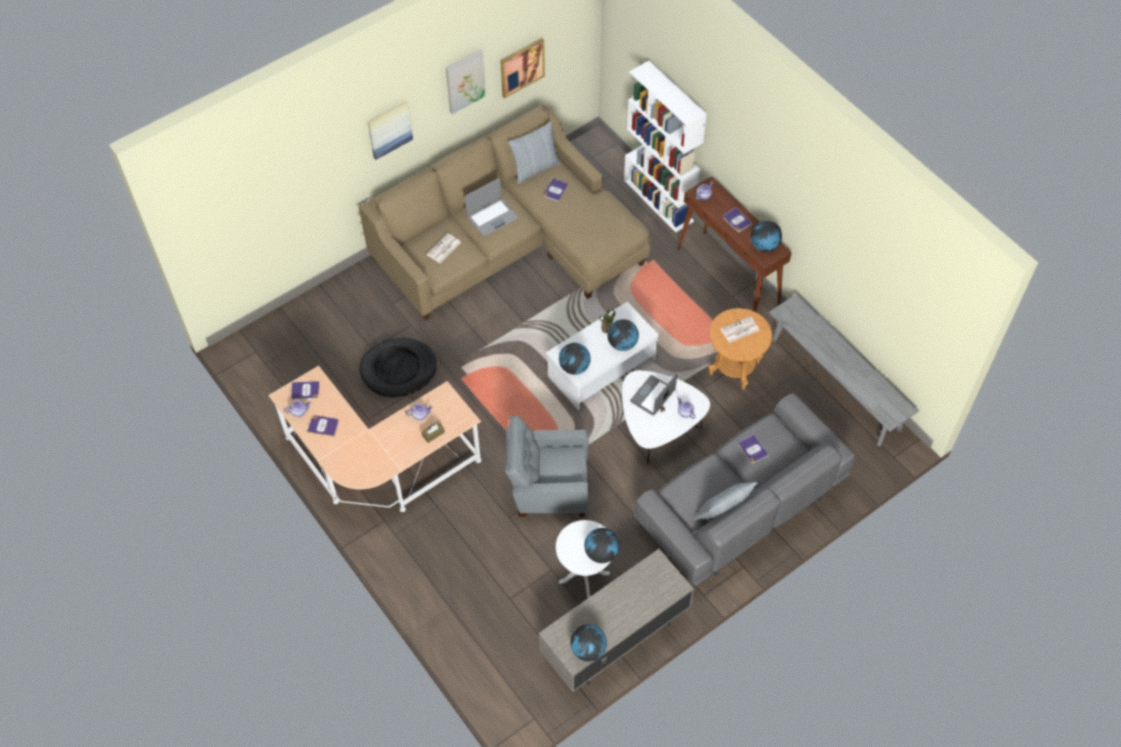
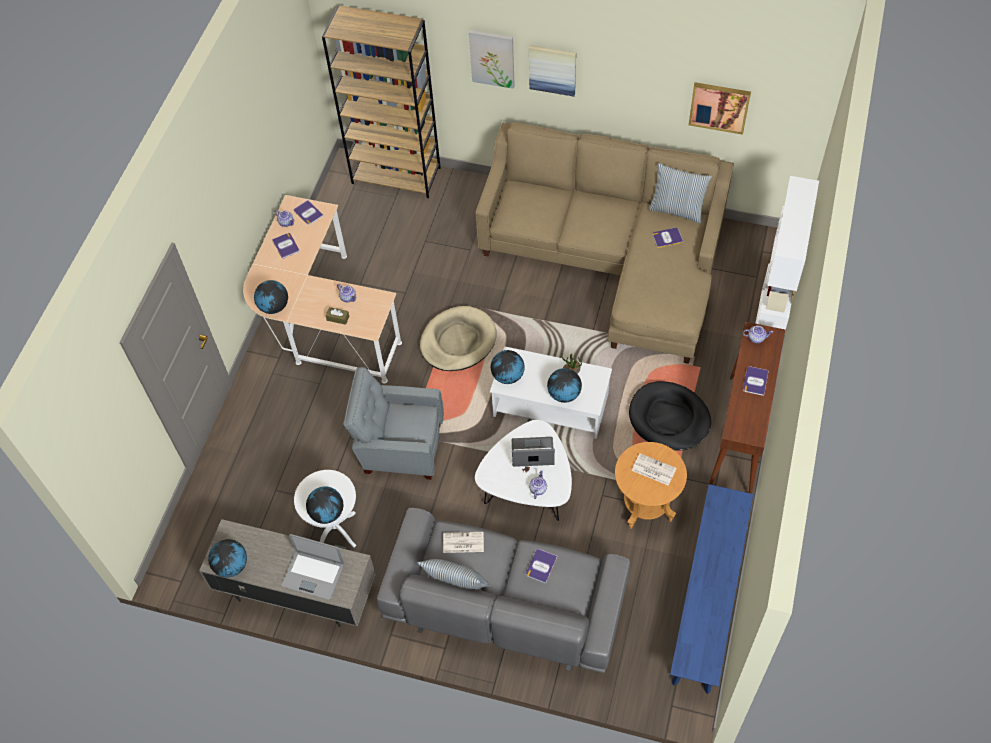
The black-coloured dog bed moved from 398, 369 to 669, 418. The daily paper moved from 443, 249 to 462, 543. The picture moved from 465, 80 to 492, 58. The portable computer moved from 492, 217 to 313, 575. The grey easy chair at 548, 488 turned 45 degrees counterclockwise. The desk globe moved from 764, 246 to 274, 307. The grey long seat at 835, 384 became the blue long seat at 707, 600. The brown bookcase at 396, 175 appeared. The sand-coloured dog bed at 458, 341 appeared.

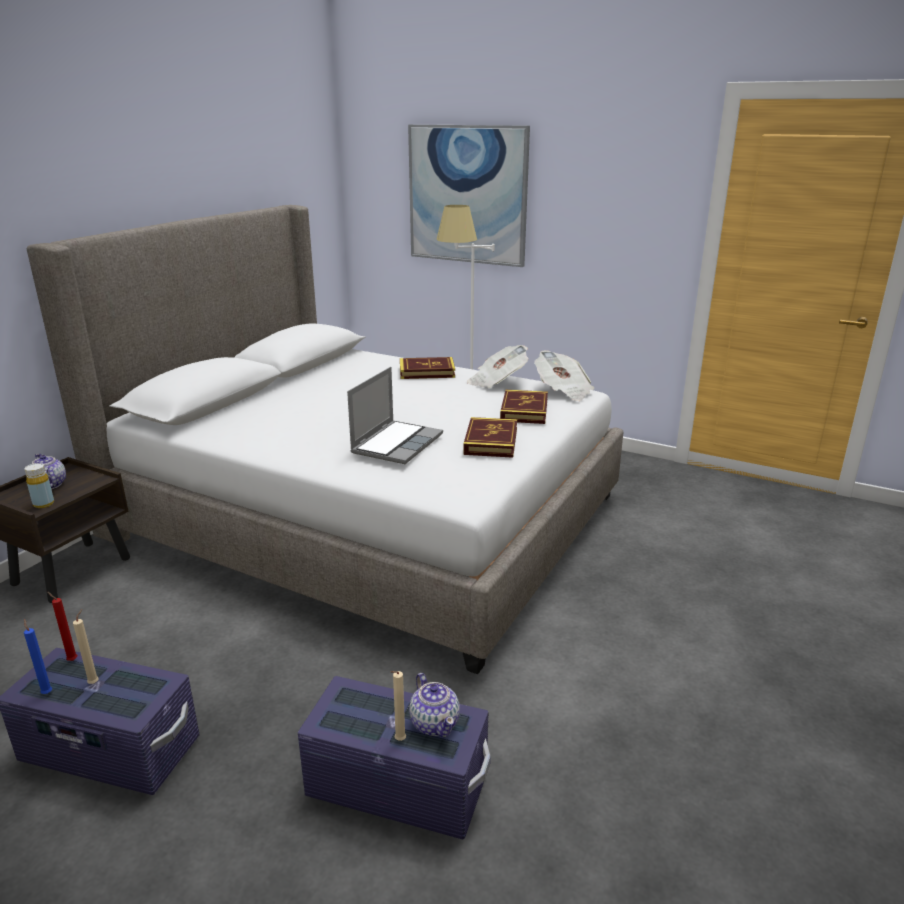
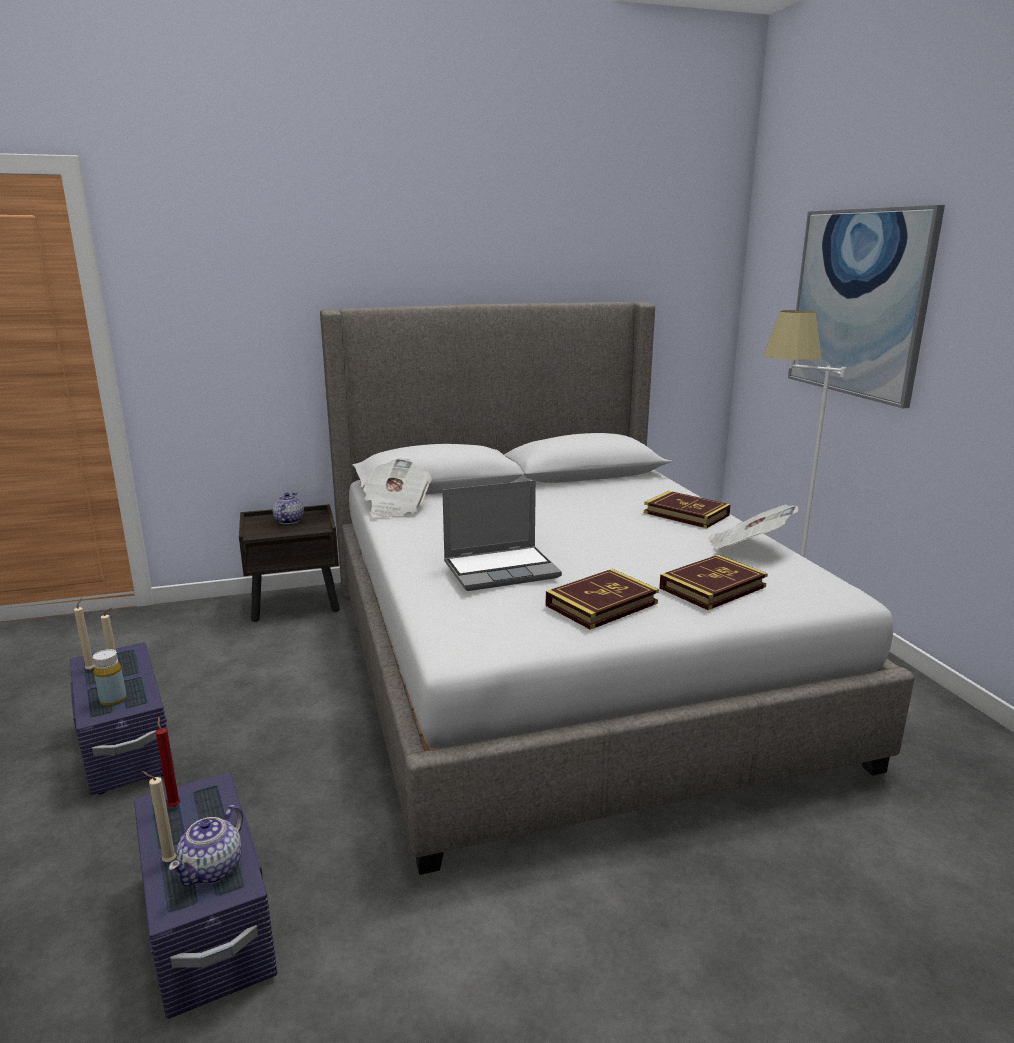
The blue wax candle at 47, 692 became the sand-coloured wax candle at 91, 669. The yellow-coloured beverage bottle moved from 43, 504 to 113, 700. The red wax candle moved from 71, 660 to 174, 805. The daily paper moved from 563, 391 to 395, 507.

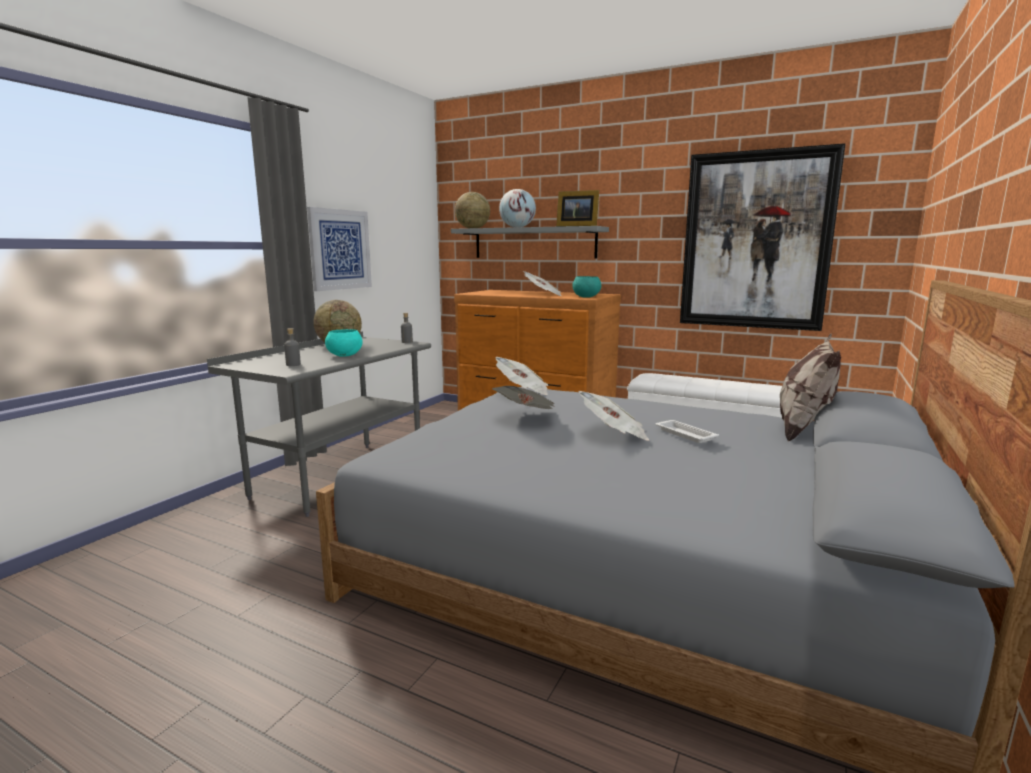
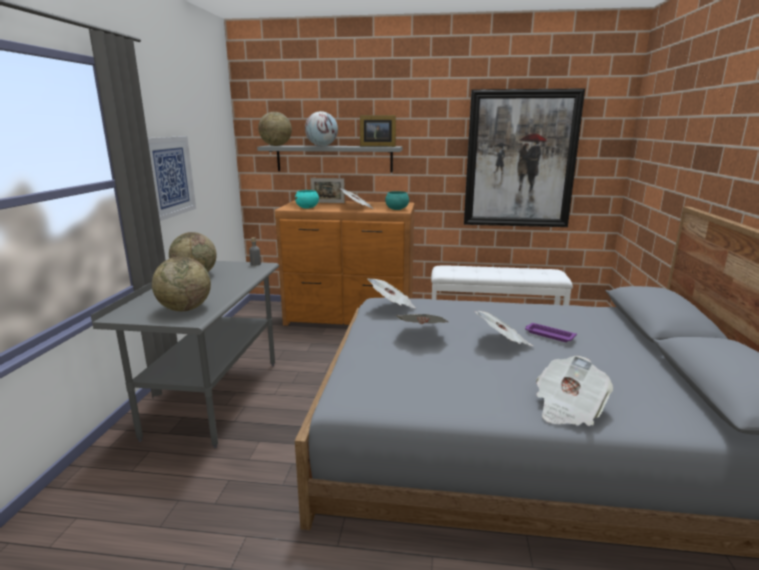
The grey beverage bottle at 293, 365 was replaced by the desk globe at 185, 309. The turquoise-coloured serving bowl moved from 345, 355 to 307, 208. The white-coloured carrying tray at 684, 434 became the purplish carrying tray at 548, 335. The cushion at 803, 429 disappeared. The photo frame at 328, 202 appeared. The daily paper at 568, 408 appeared.

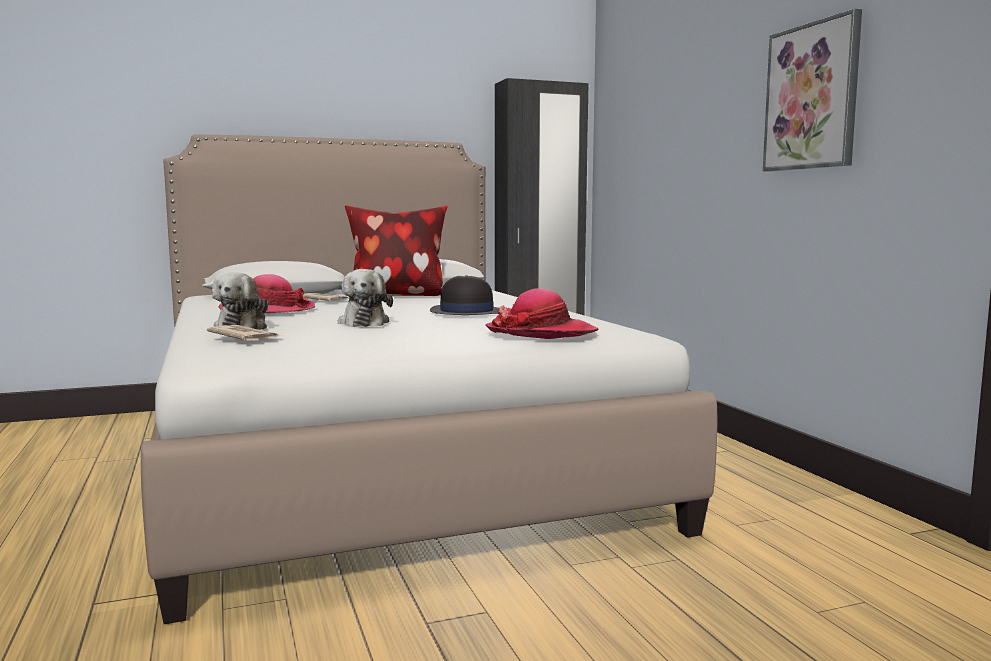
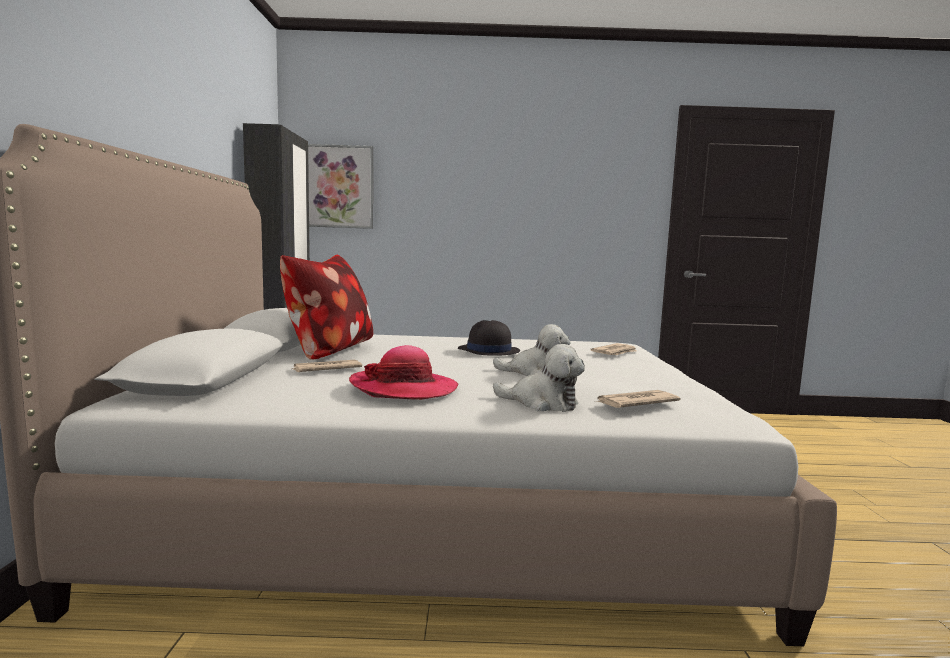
The hat at 541, 333 was replaced by the daily paper at 615, 352. The picture moved from 812, 97 to 340, 187.

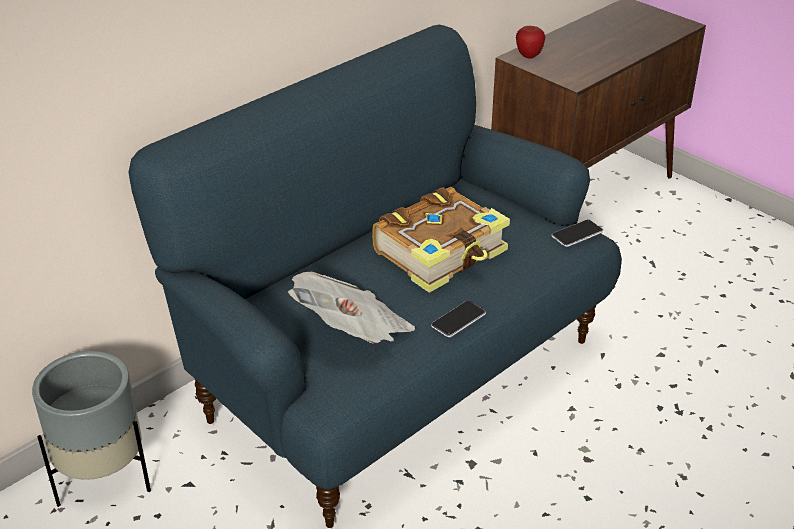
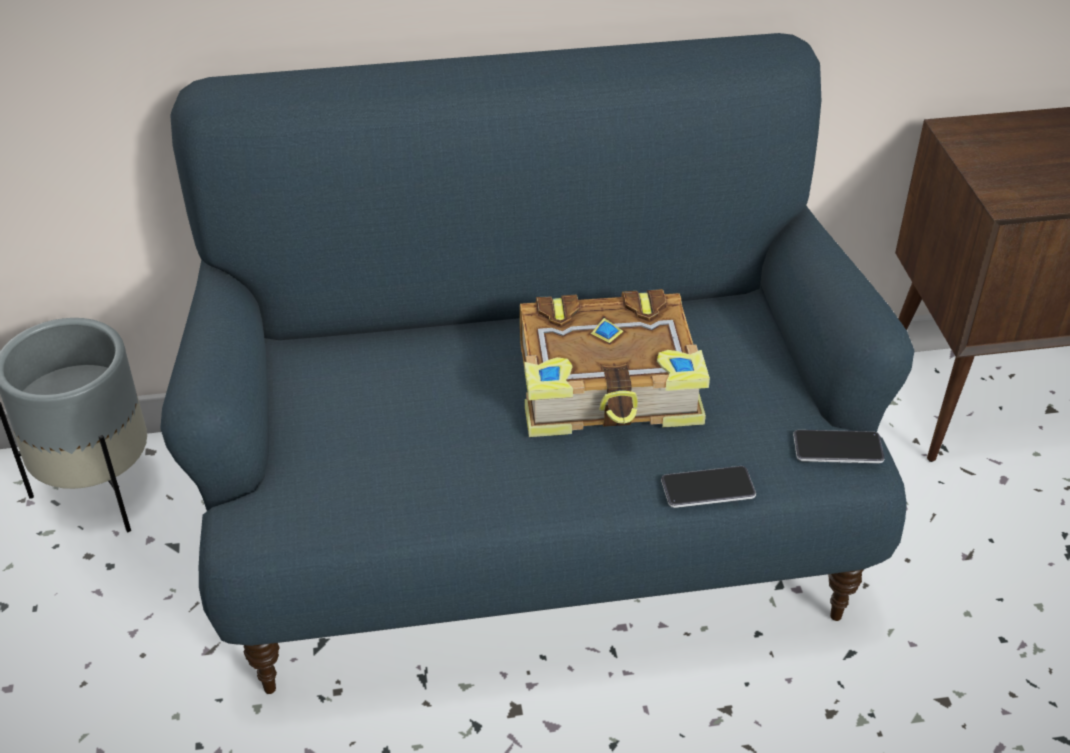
The daily paper at 353, 333 disappeared. The phone moved from 458, 320 to 707, 488. The apple at 529, 56 disappeared.

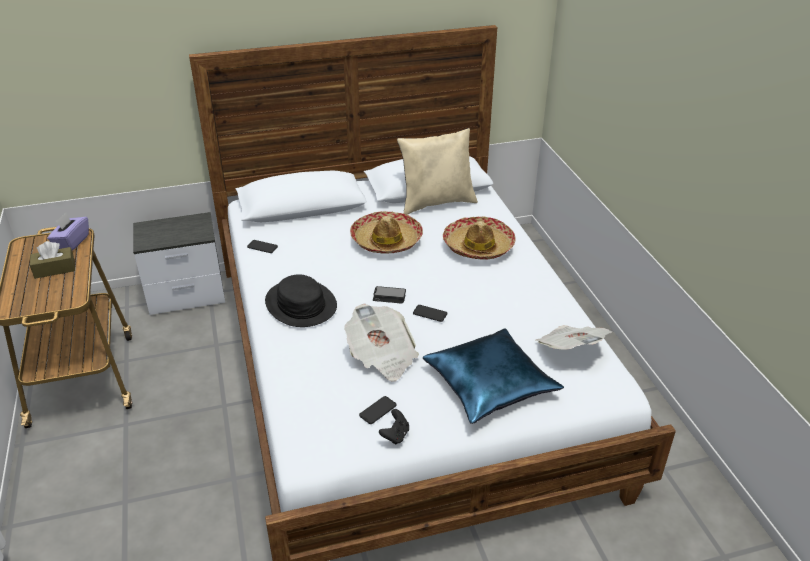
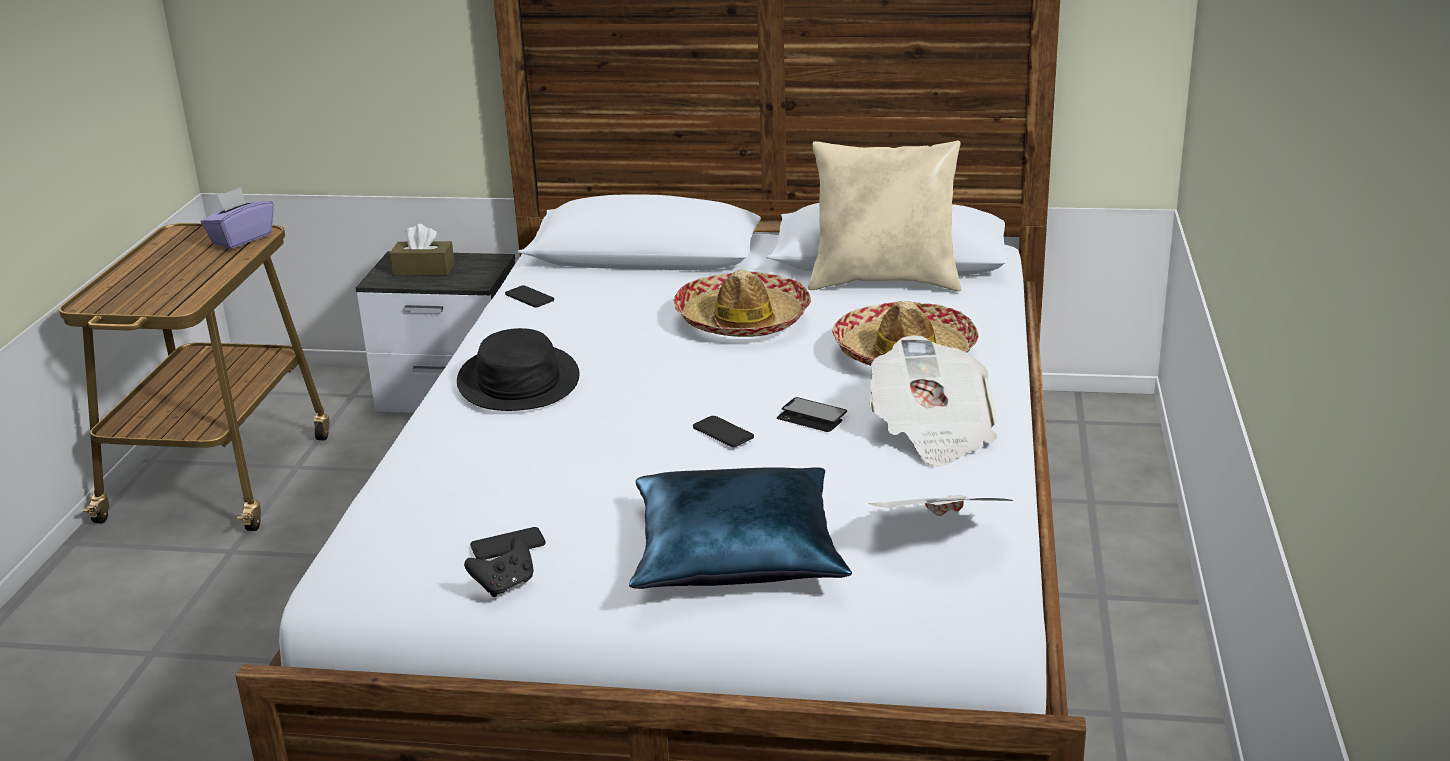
The brown tissue holder moved from 54, 269 to 423, 269. The daily paper moved from 382, 356 to 932, 433. The phone moved from 389, 296 to 812, 417.

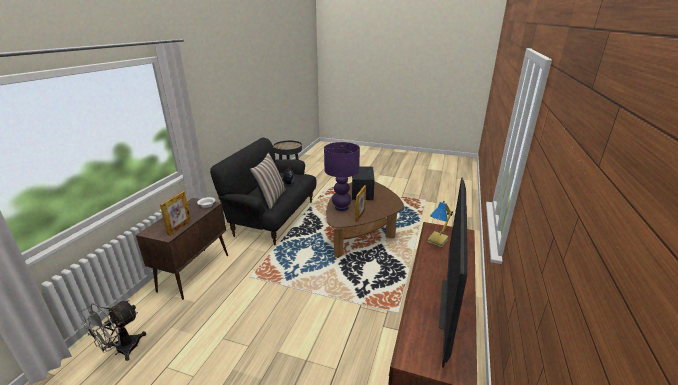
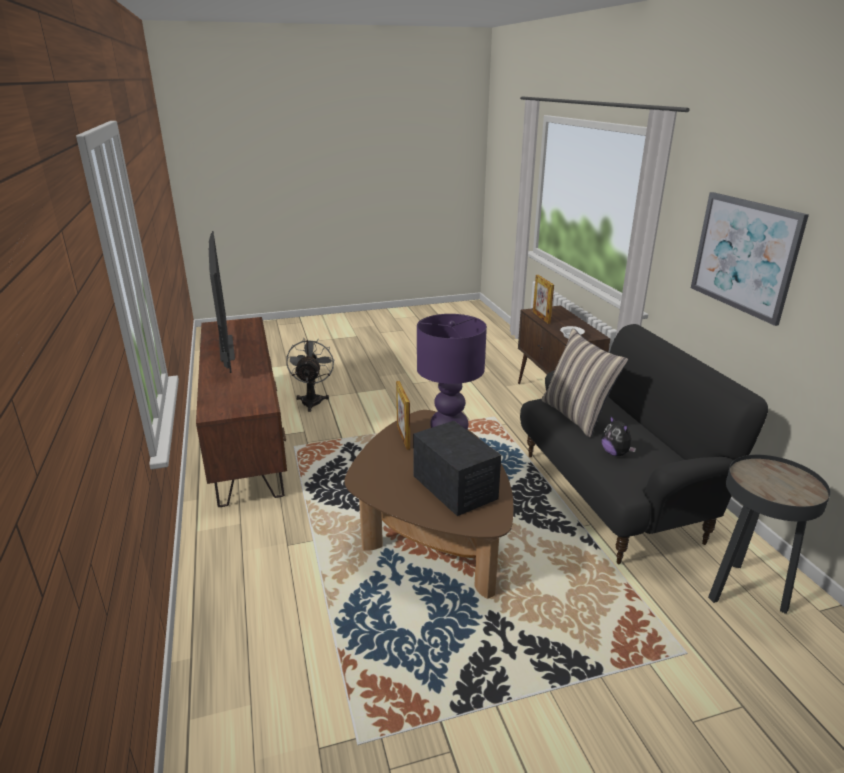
The grey electric fan moved from 121, 350 to 312, 400. The lamp for a table at 438, 241 disappeared. The picture at 744, 255 appeared.

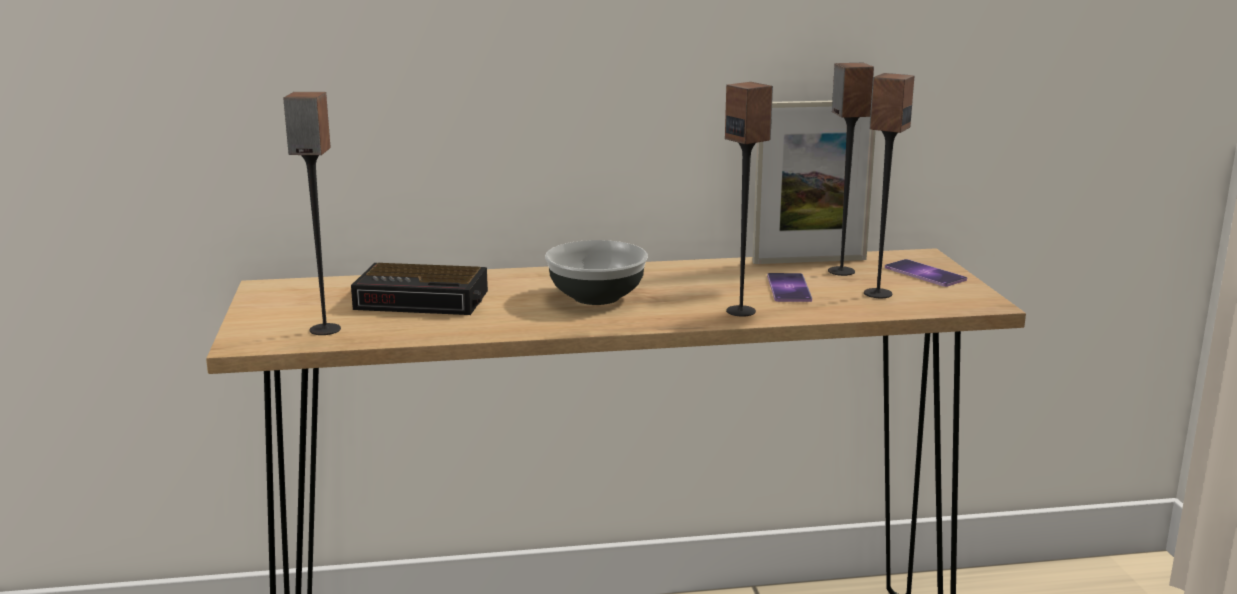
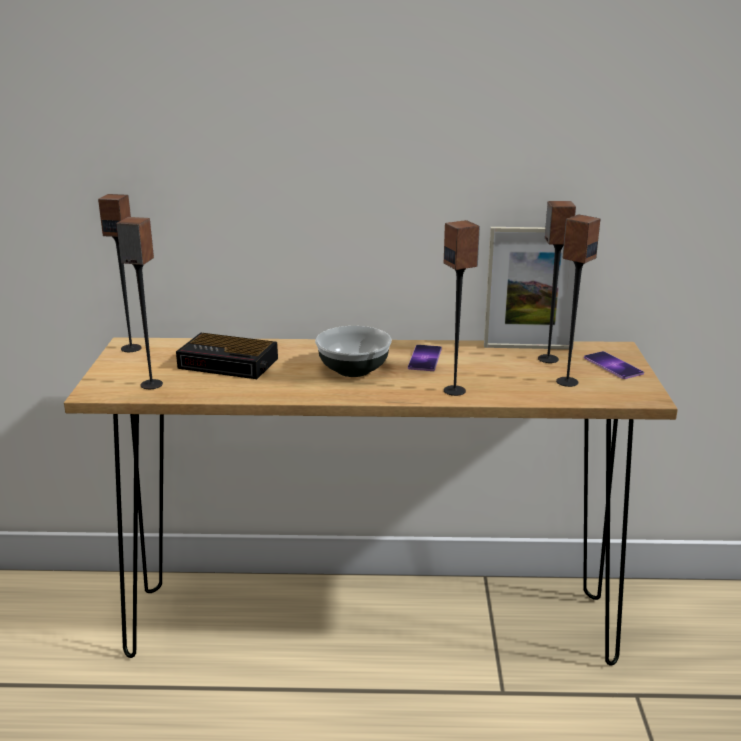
The phone moved from 789, 288 to 425, 358. The audio speaker at 131, 348 appeared.

